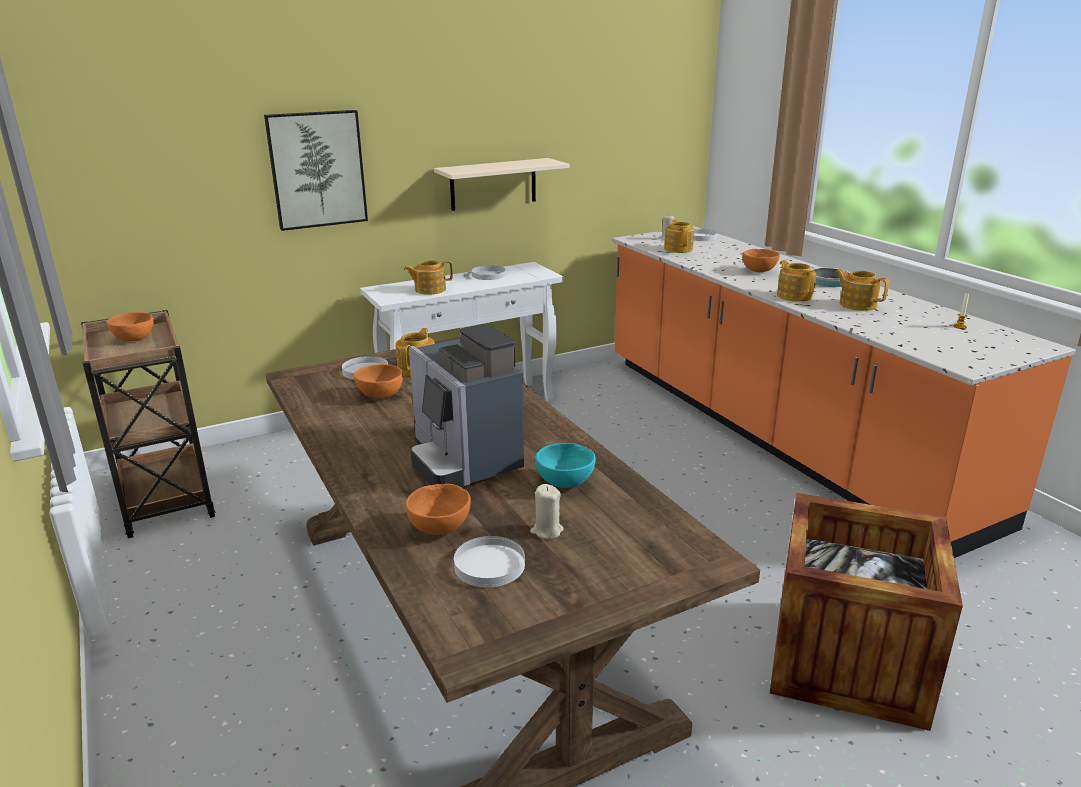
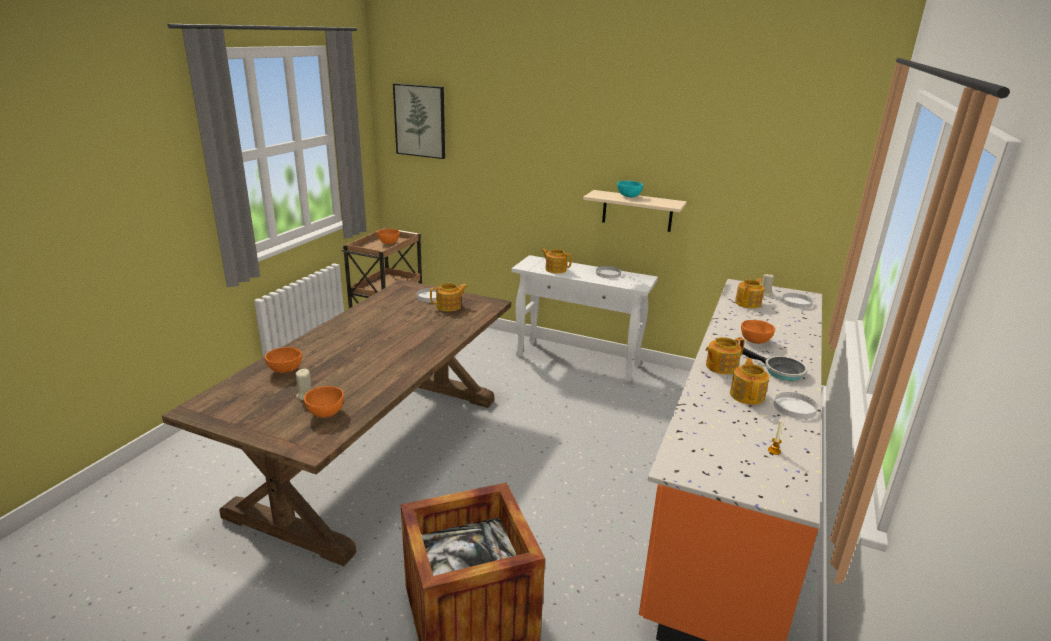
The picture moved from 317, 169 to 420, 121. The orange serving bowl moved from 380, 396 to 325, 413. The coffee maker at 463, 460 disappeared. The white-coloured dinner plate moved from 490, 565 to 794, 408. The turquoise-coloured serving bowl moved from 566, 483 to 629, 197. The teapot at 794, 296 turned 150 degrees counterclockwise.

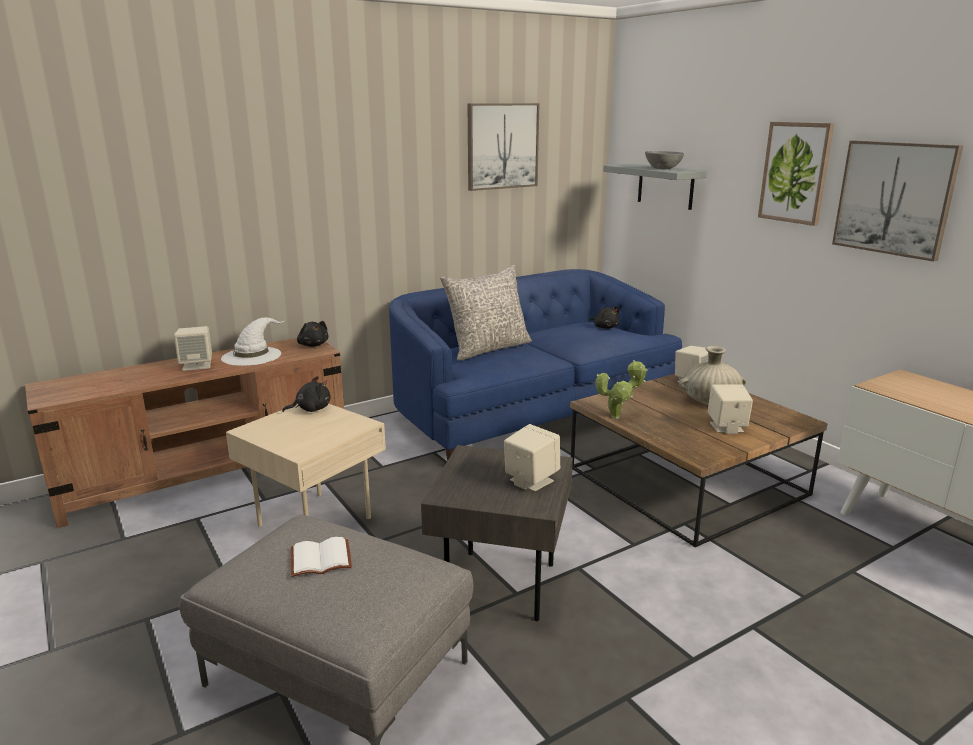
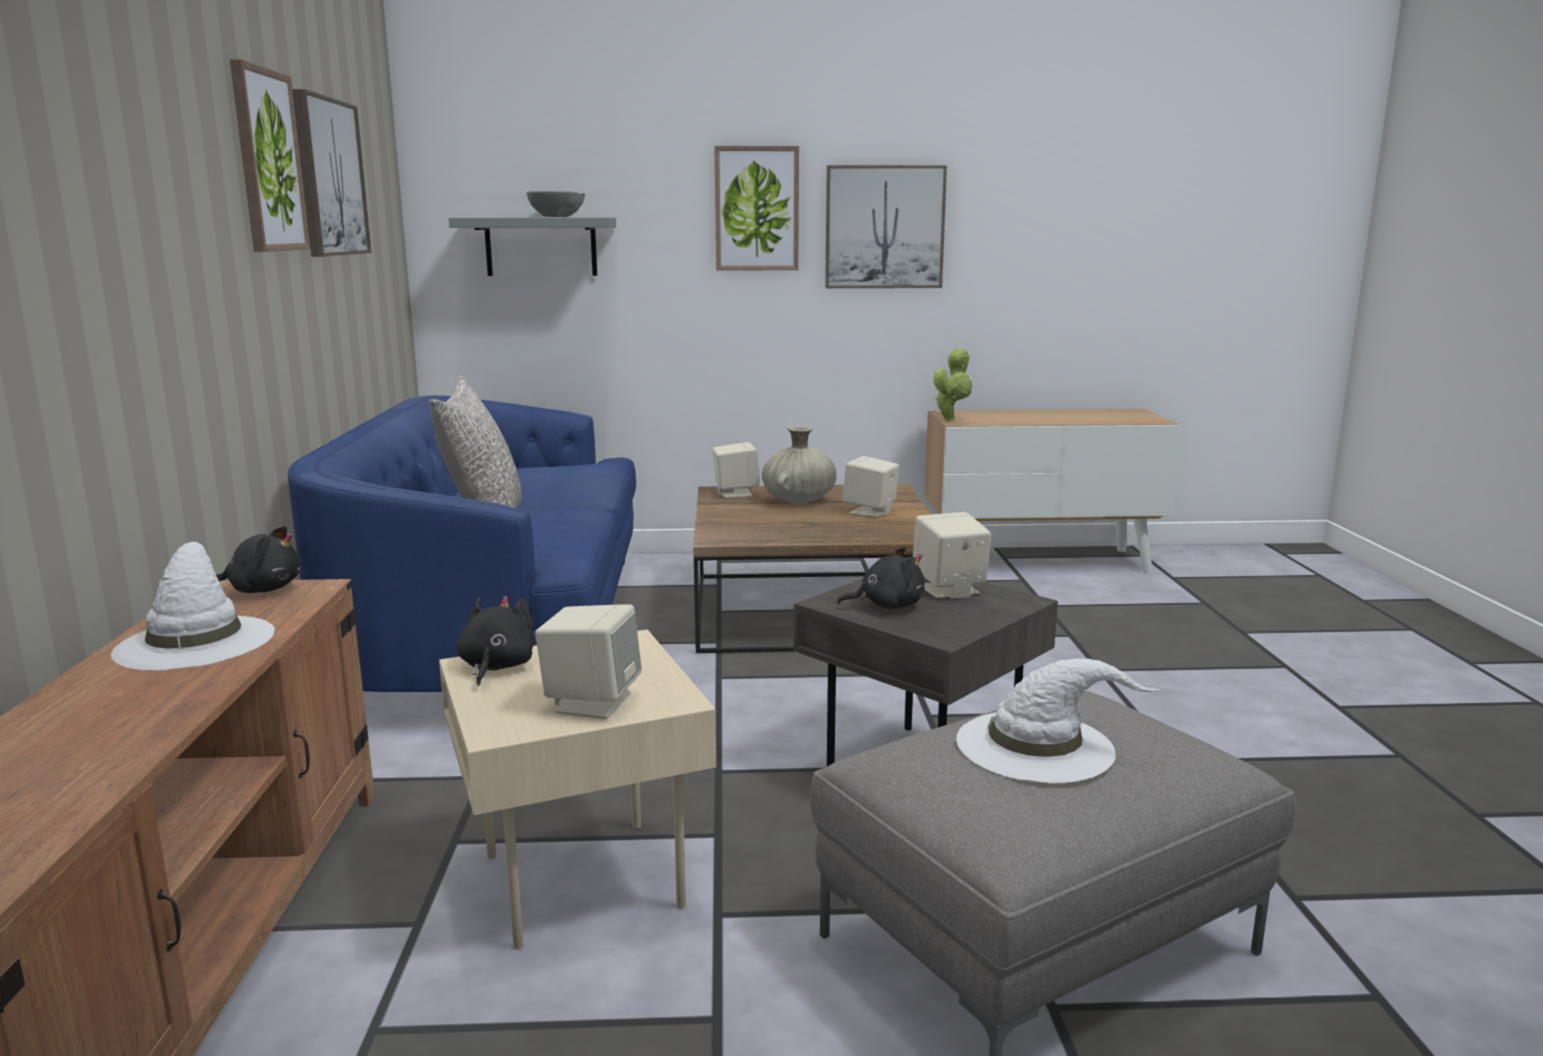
The sand-coloured audio speaker moved from 197, 365 to 592, 702. The white-coloured book at 321, 558 was replaced by the white-coloured hat at 1037, 745. The black-coloured plush toy moved from 605, 327 to 887, 606. The potted plant moved from 618, 417 to 951, 420. The picture at 267, 161 appeared.

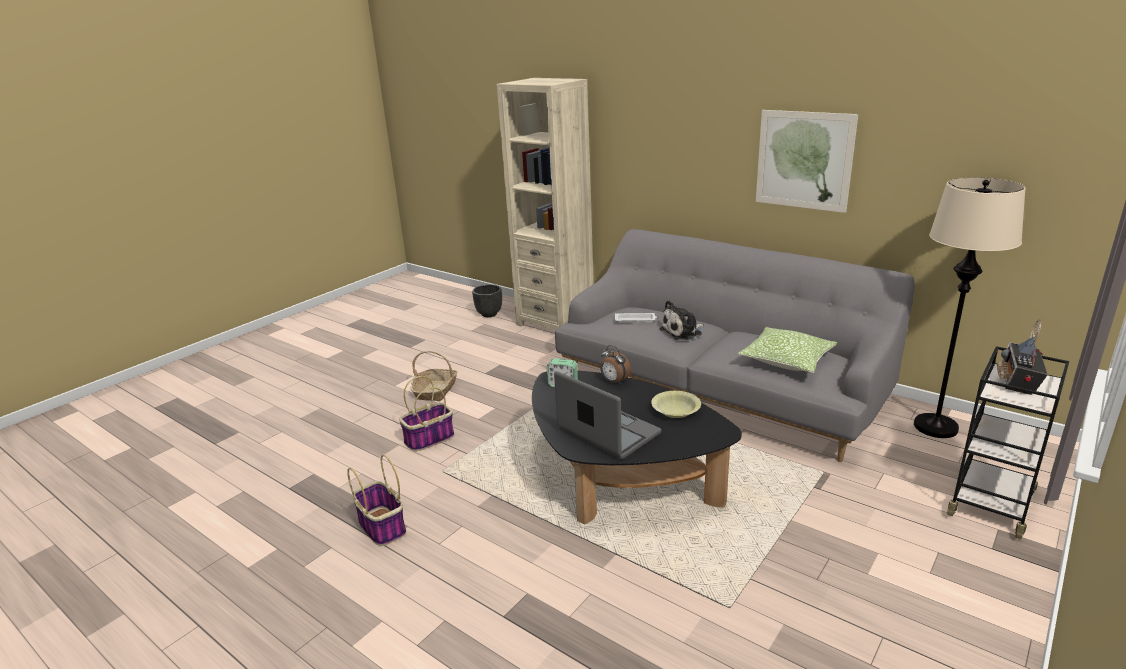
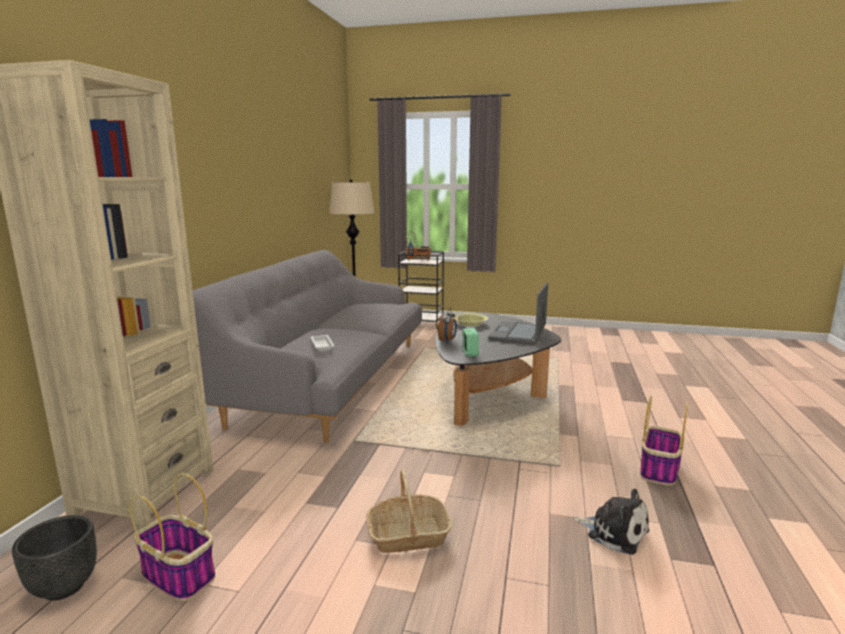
The basket moved from 429, 439 to 180, 576. The plush toy moved from 683, 332 to 614, 532. The cushion at 787, 360 disappeared. The picture at 804, 160 disappeared.

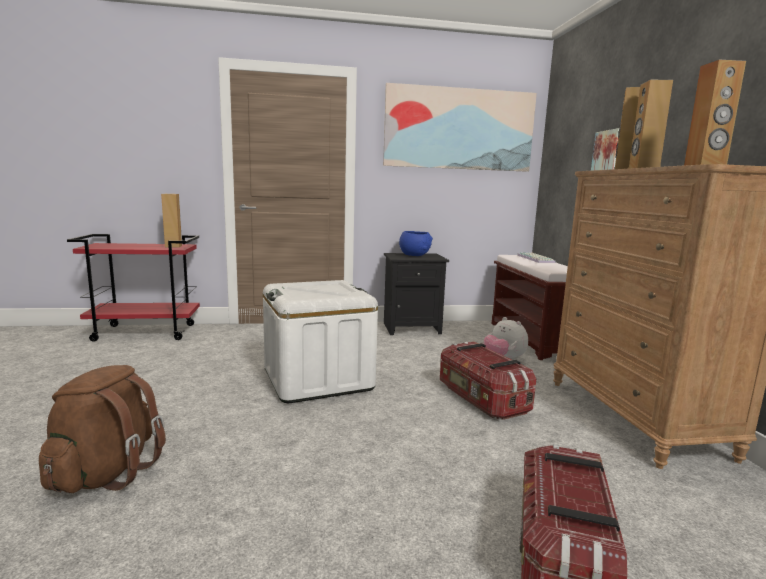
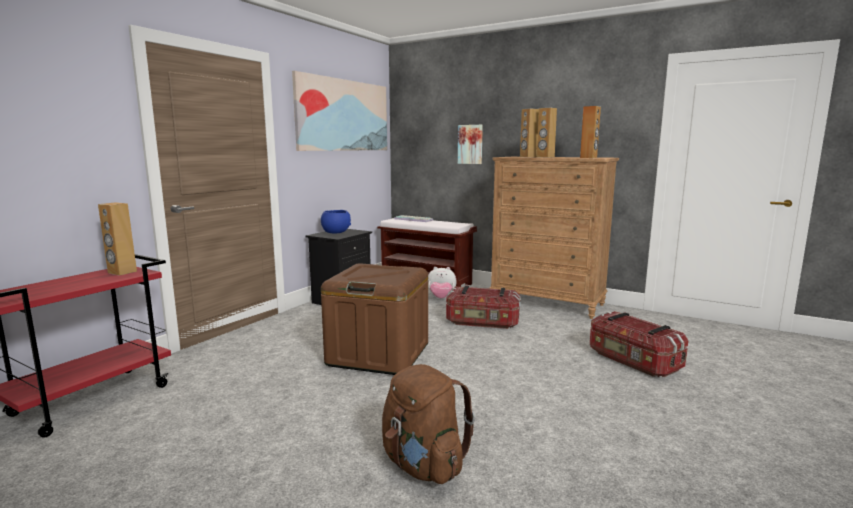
The white-coloured storage bin at 318, 379 became the brown storage bin at 378, 354.

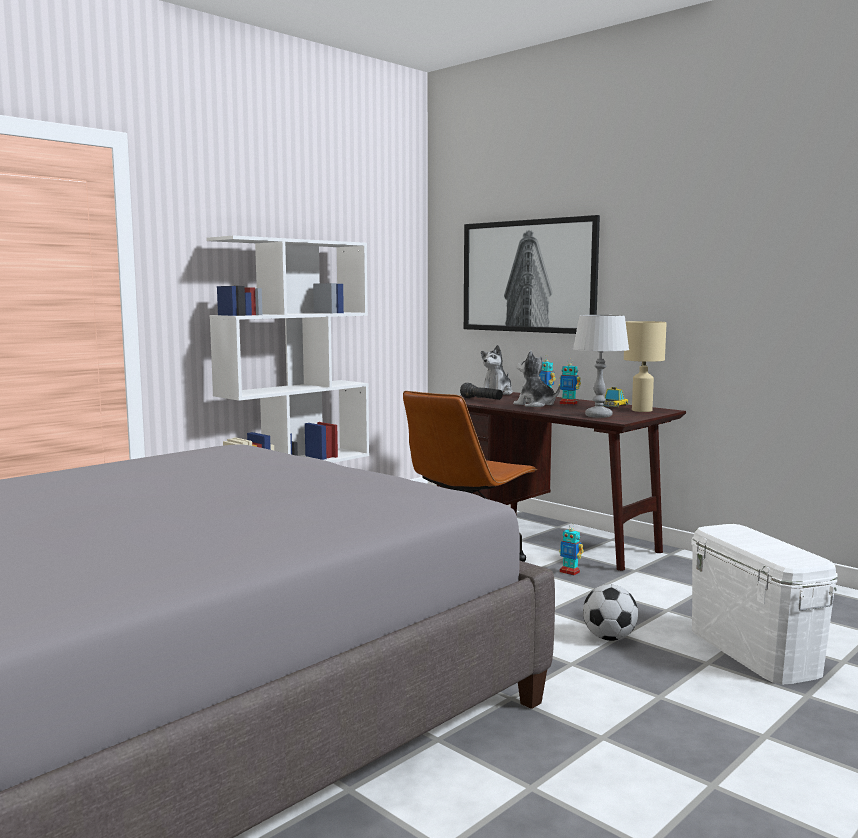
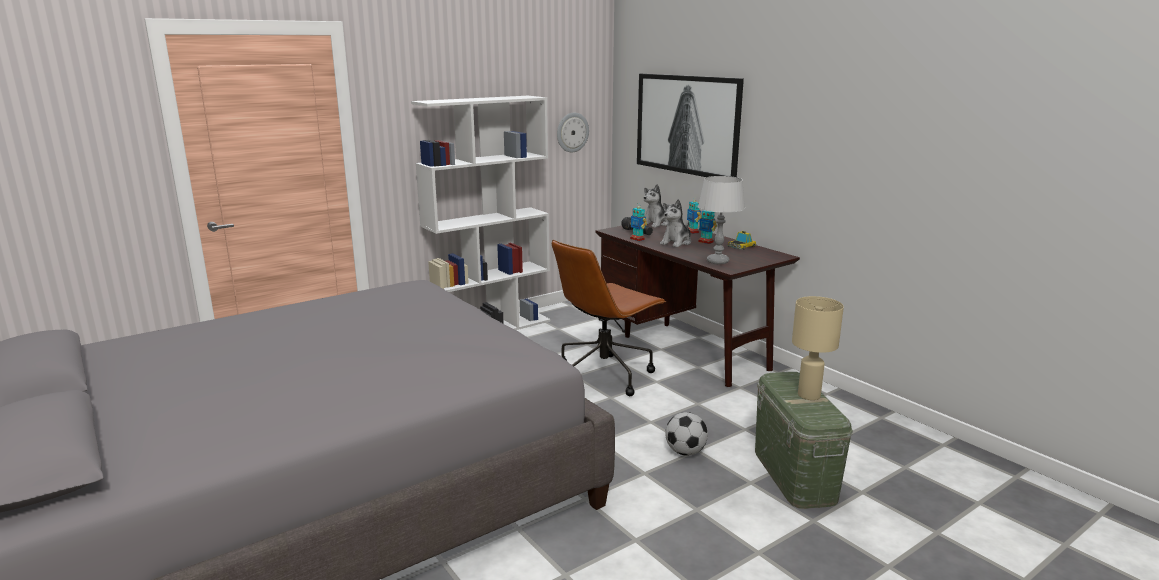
The plush toy at 535, 405 turned 105 degrees counterclockwise. The model robot moved from 570, 572 to 637, 239. The sand-coloured lamp for a table moved from 642, 410 to 809, 395. The white-coloured storage bin at 754, 651 became the green storage bin at 794, 475. The wall clock at 572, 132 appeared.

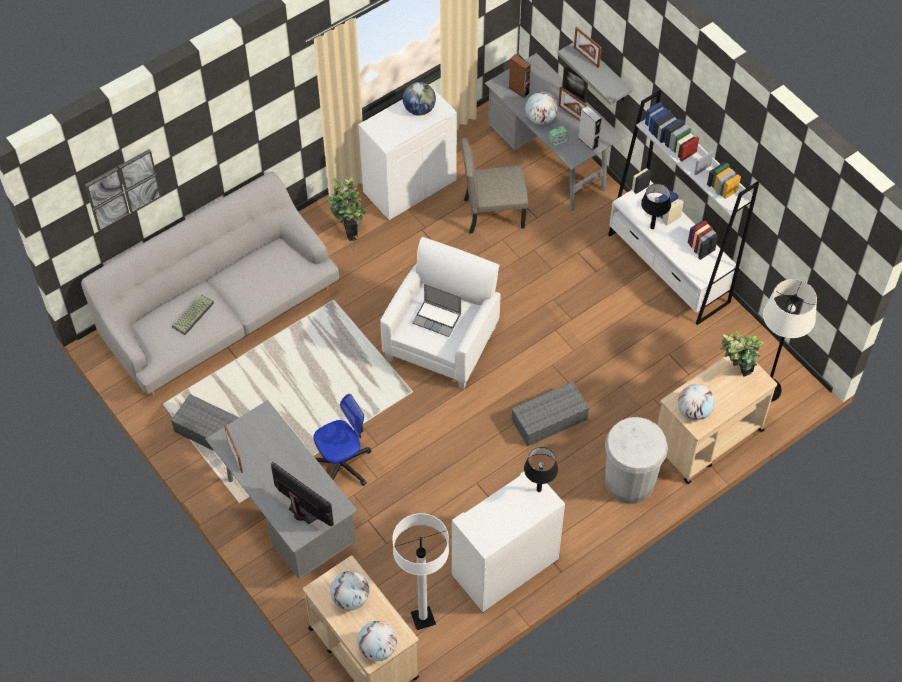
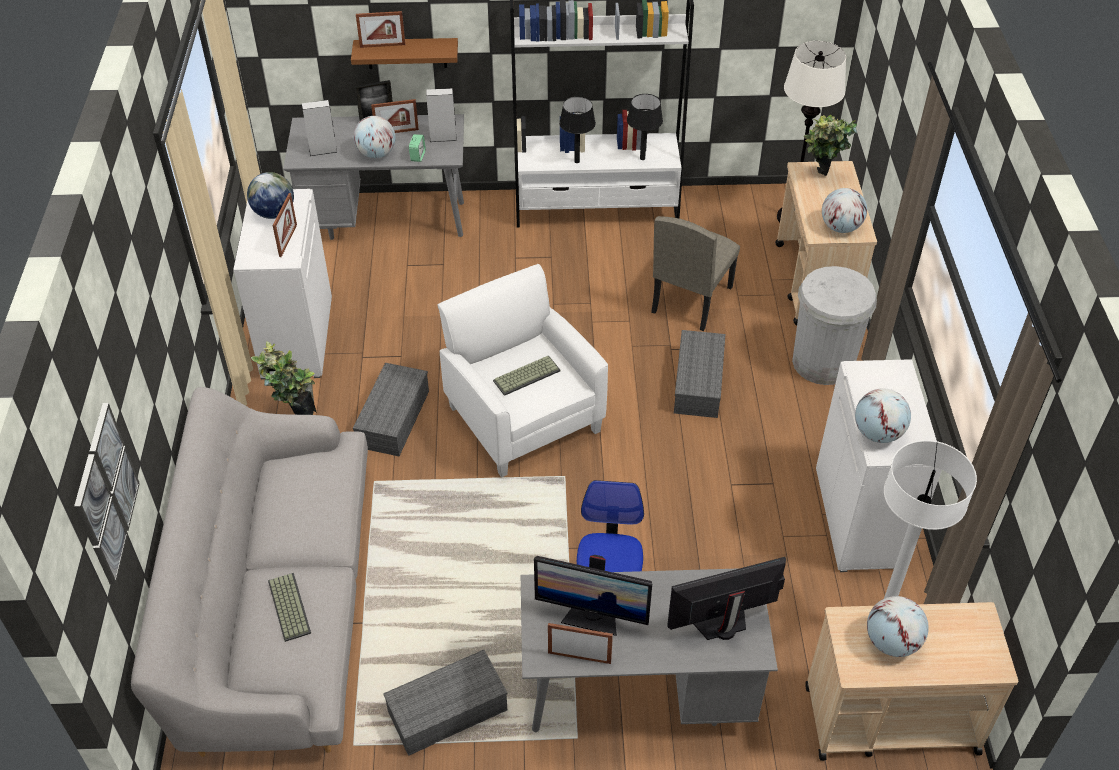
The desk globe moved from 377, 649 to 878, 433. The portable computer at 437, 318 was replaced by the keyboard at 527, 375. The sand-coloured upright chair moved from 493, 212 to 691, 299. The brown audio speaker at 519, 90 became the grey audio speaker at 323, 151. The black-coloured lamp for a table moved from 539, 489 to 642, 158. The grey bracket shelf at 604, 72 became the brown bracket shelf at 407, 53. The photo frame at 288, 240 appeared. The grey storage bin at 393, 417 appeared. The computer display at 592, 617 appeared.

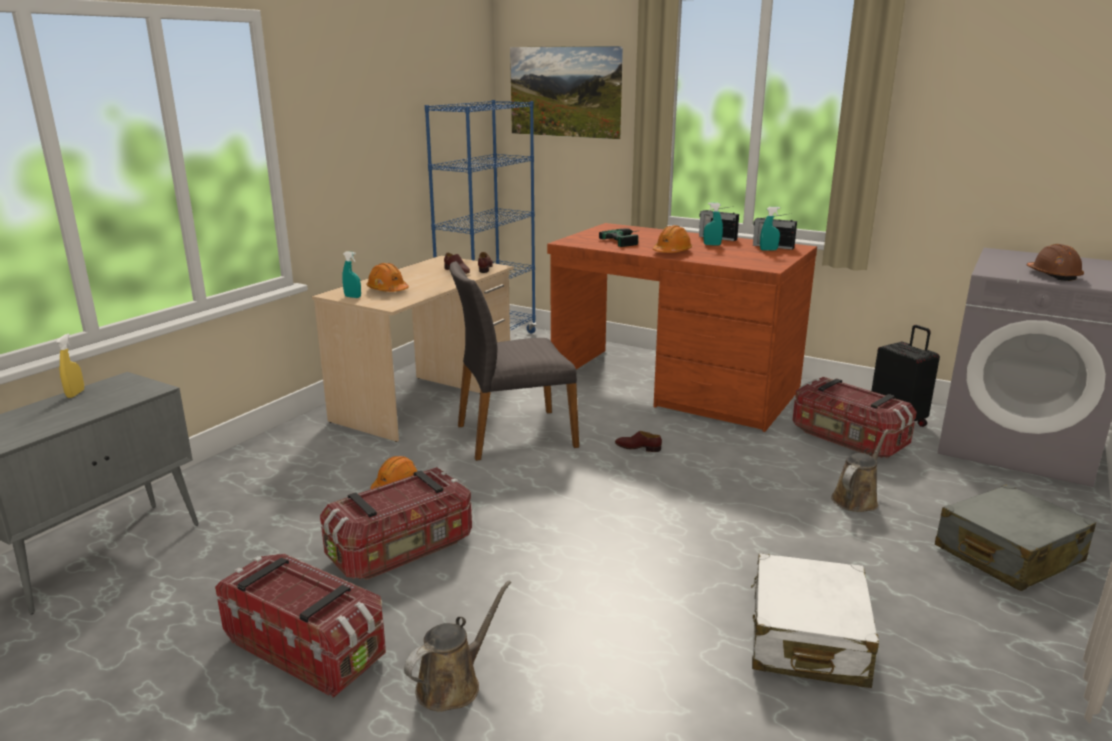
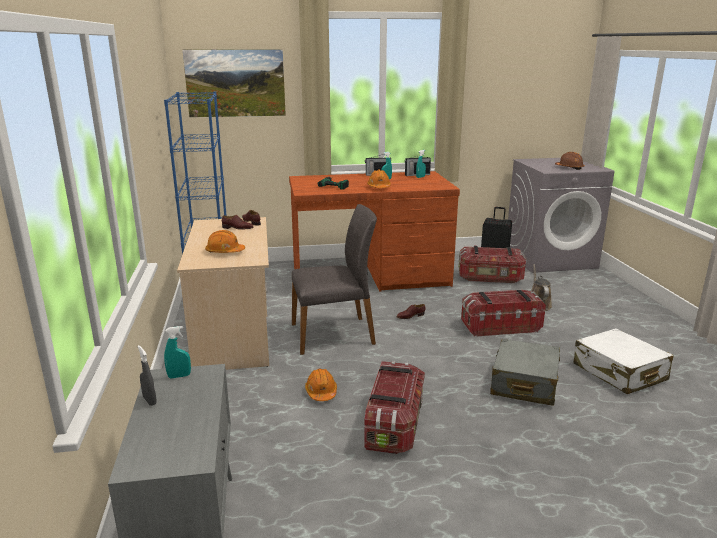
The yellow-coloured spray bottle at 75, 394 became the grey spray bottle at 149, 401. The storage bin moved from 307, 648 to 500, 327. The turquoise-coloured spray bottle moved from 353, 297 to 179, 376. The brown watering can at 453, 684 disappeared. The grey upright chair at 514, 435 turned 135 degrees counterclockwise. The grey suitcase moved from 1008, 554 to 524, 383.

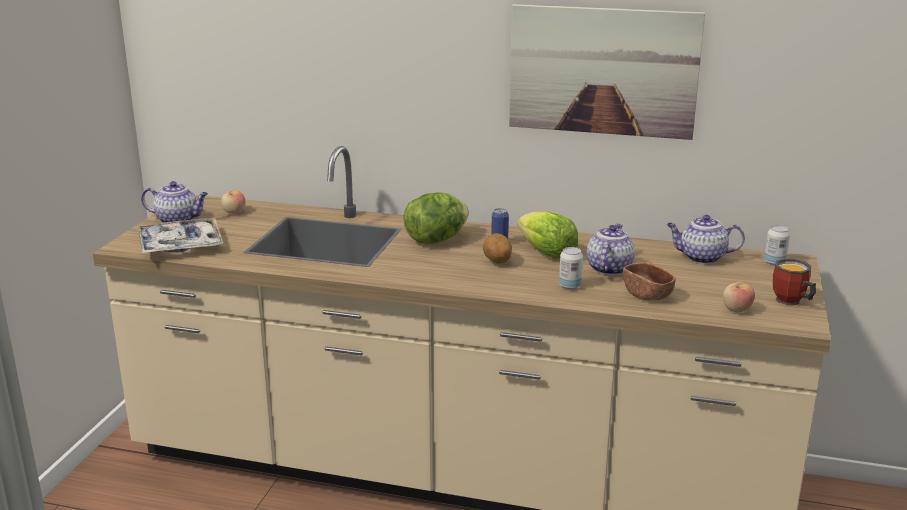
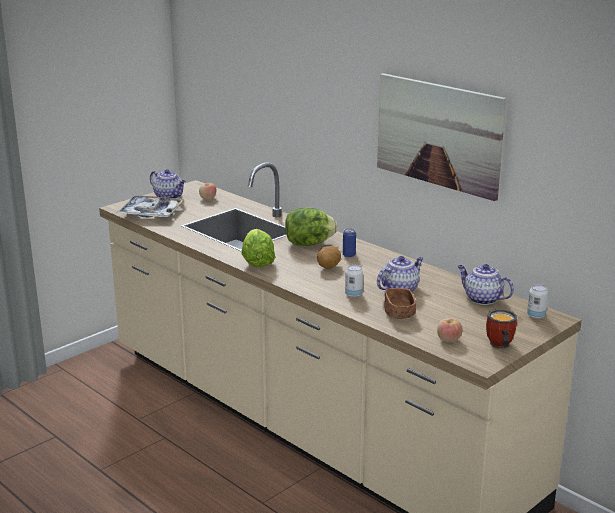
The lettuce moved from 546, 253 to 257, 262.

